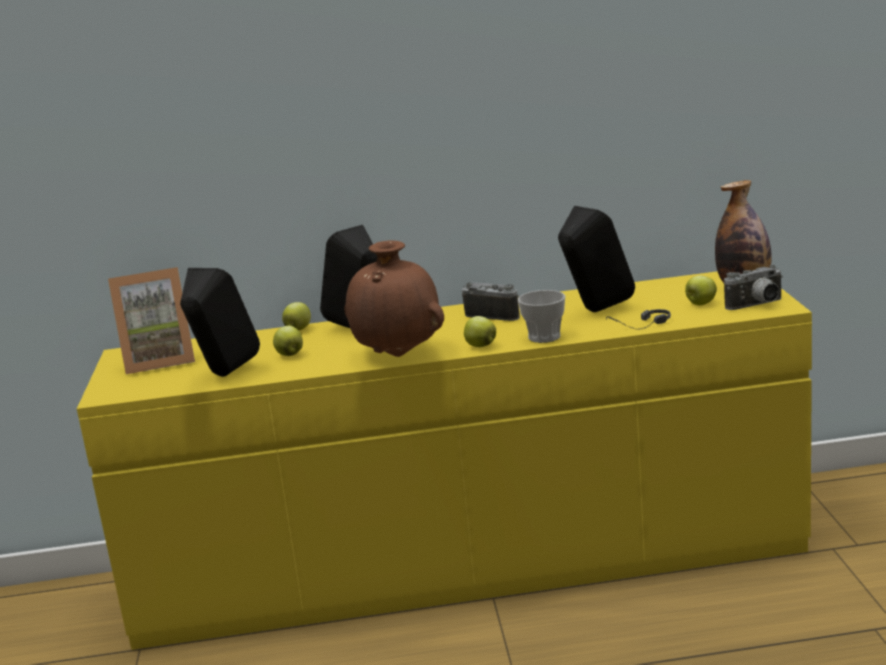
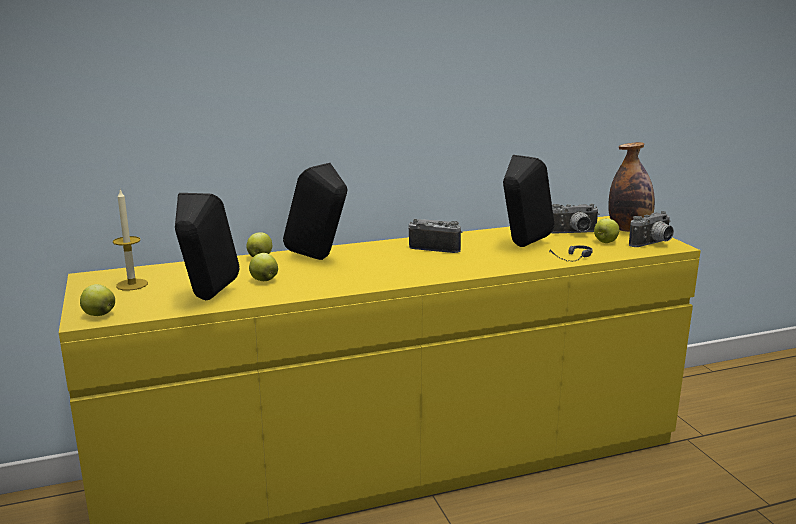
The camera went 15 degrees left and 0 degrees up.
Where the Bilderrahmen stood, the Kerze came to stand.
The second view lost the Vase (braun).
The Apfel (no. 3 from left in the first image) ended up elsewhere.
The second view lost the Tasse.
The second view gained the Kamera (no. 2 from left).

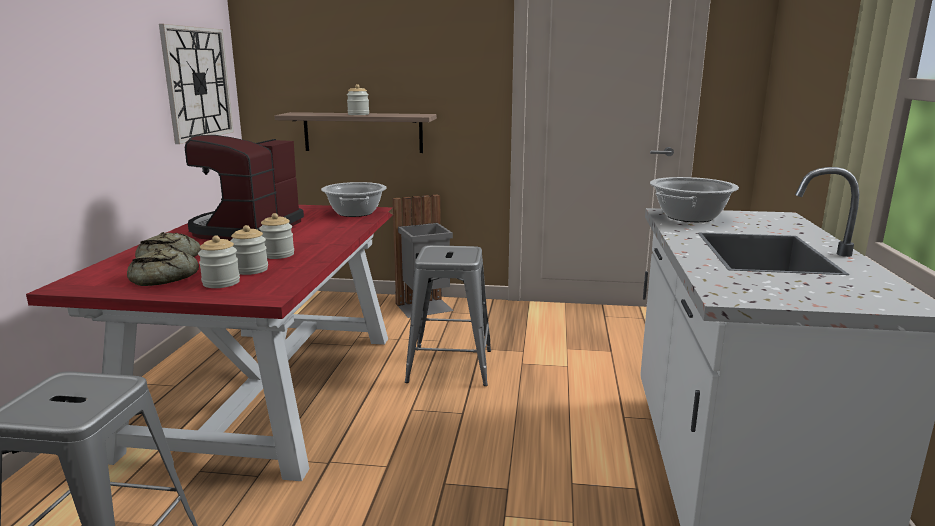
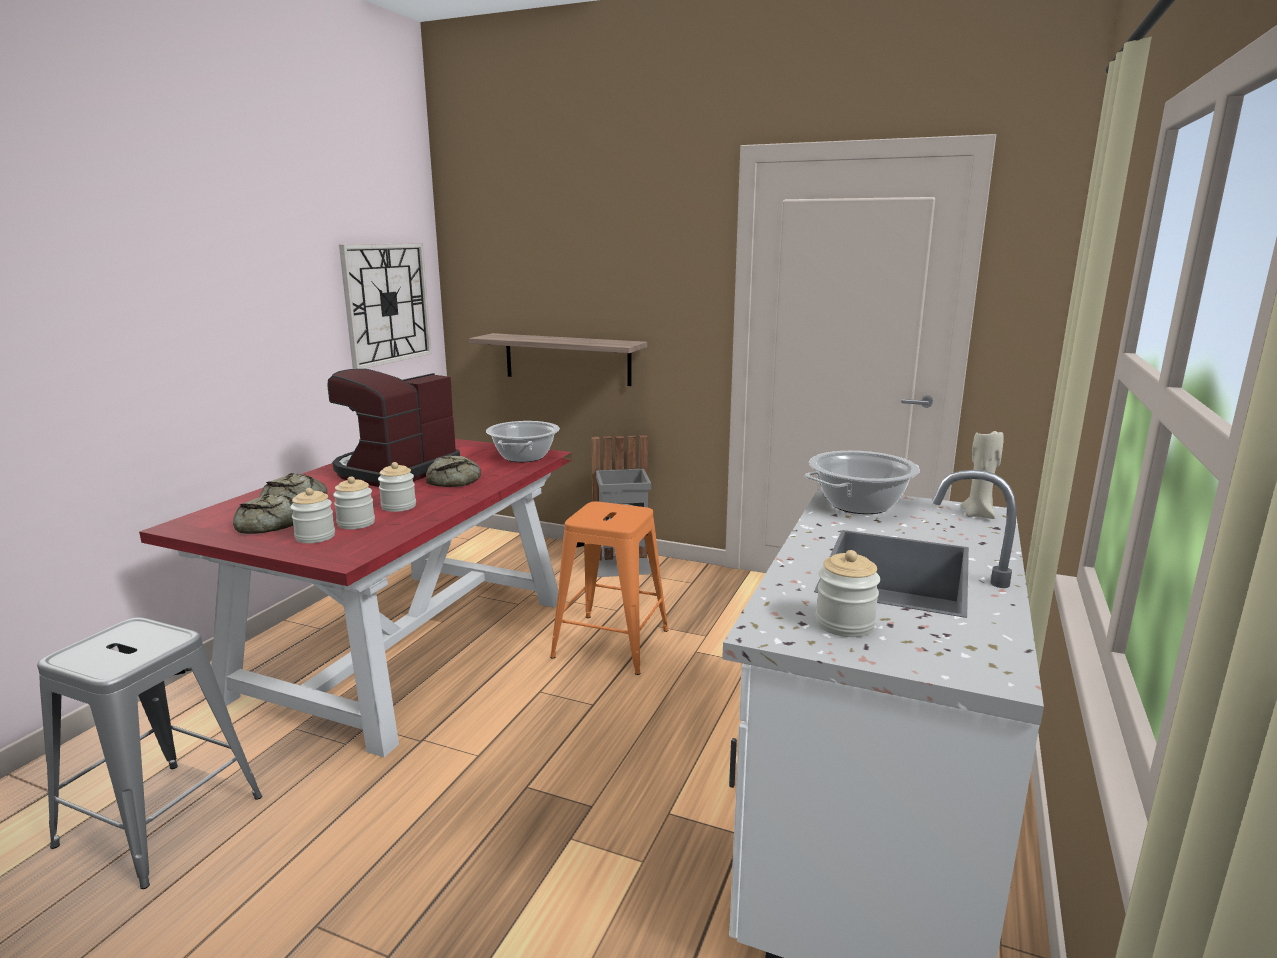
The camera went 15 degrees right and 0 degrees up.
The Vorratsglas (no. 4 from left) ended up elsewhere.
What was the Hocker (grau) (no. 2 from left) turned into the Hocker (orange).
The second view gained the Brot (no. 3 from left).
The second view gained the Kerze (beige).

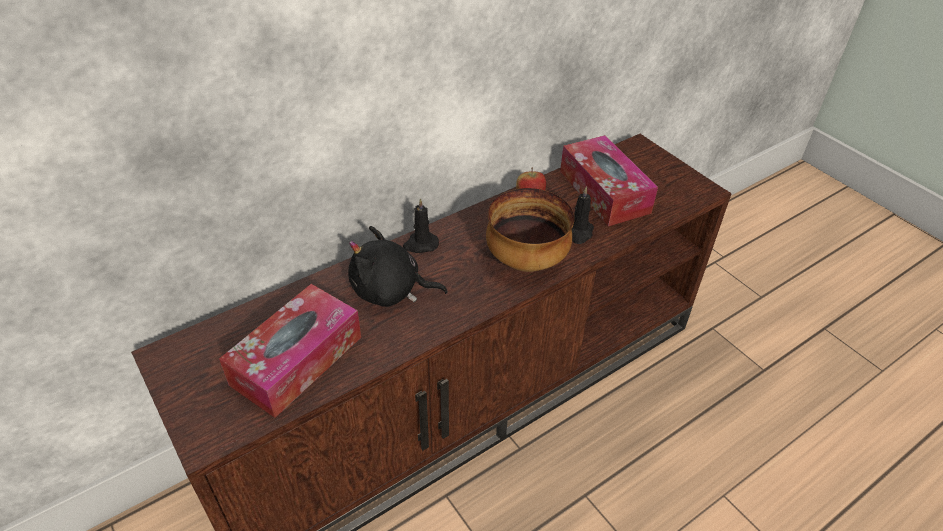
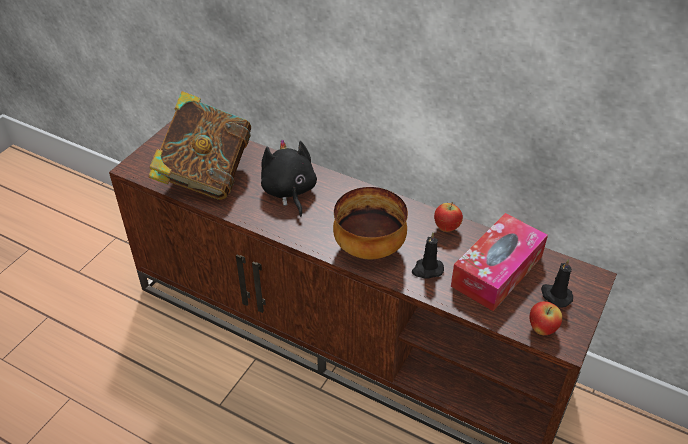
The camera went 65 degrees right and 0 degrees up.
Where the Taschentuchbox (no. 1 from left) stood, the Buch came to stand.
The Kerze (schwarz) (no. 1 from left in the first image) ended up elsewhere.
The second view gained the Apfel (no. 2 from left).

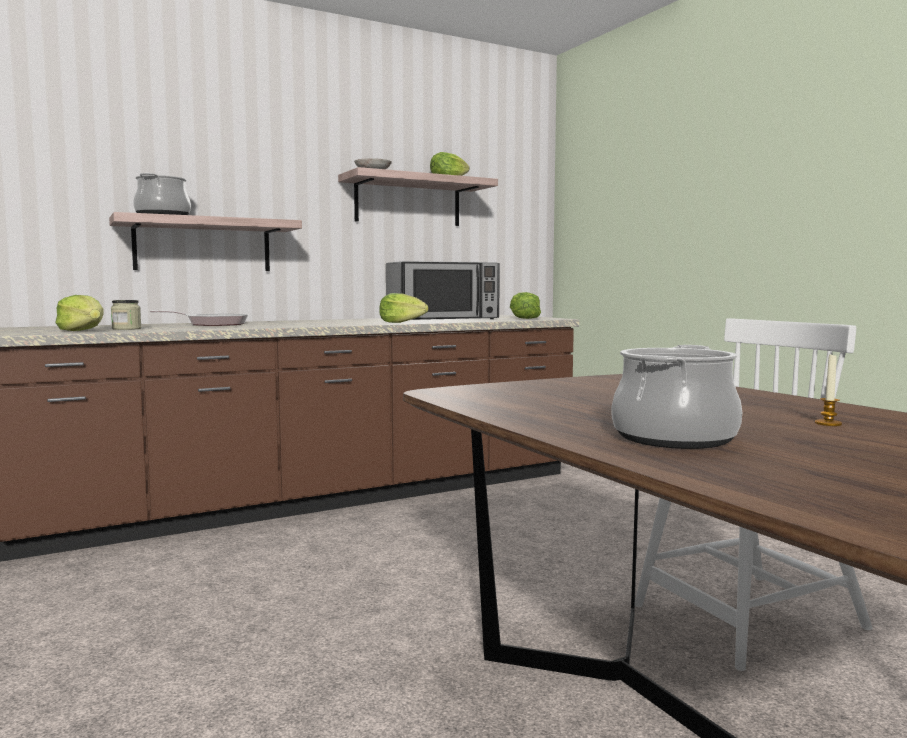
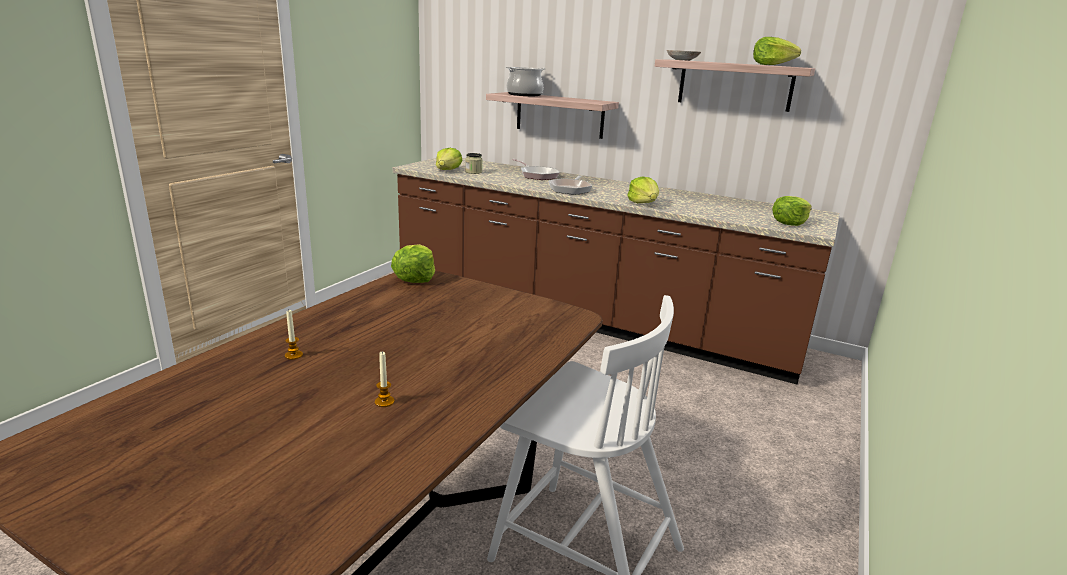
The camera went 55 degrees right and 15 degrees up.
The second view lost the Mikrowelle.
Where the Kochtopf (no. 2 from left) stood, the Kerze (no. 1 from left) came to stand.
The second view gained the Salatkopf (no. 1 from left).
The second view gained the Pfanne (no. 2 from left).

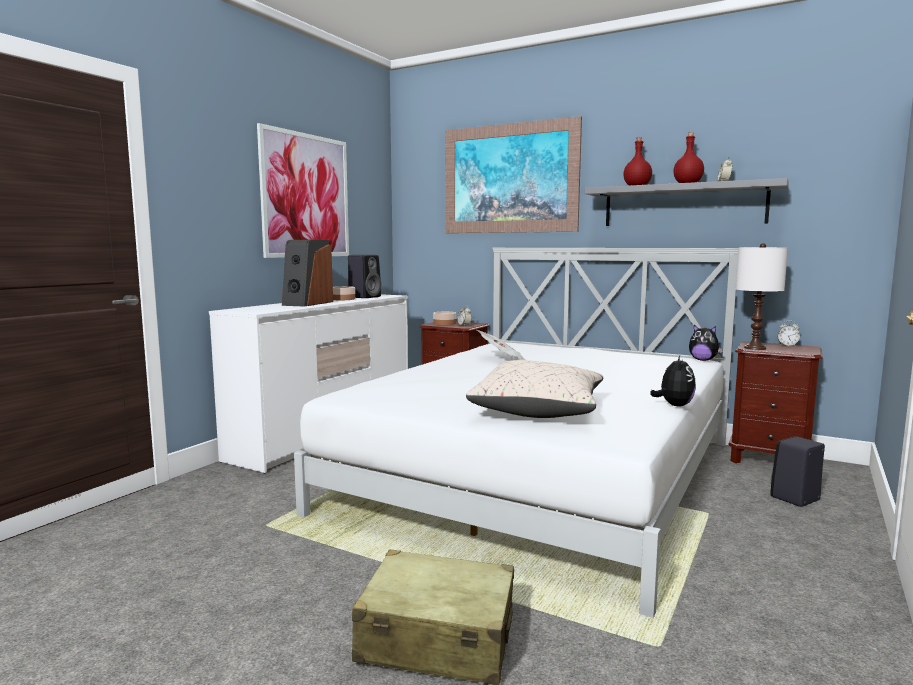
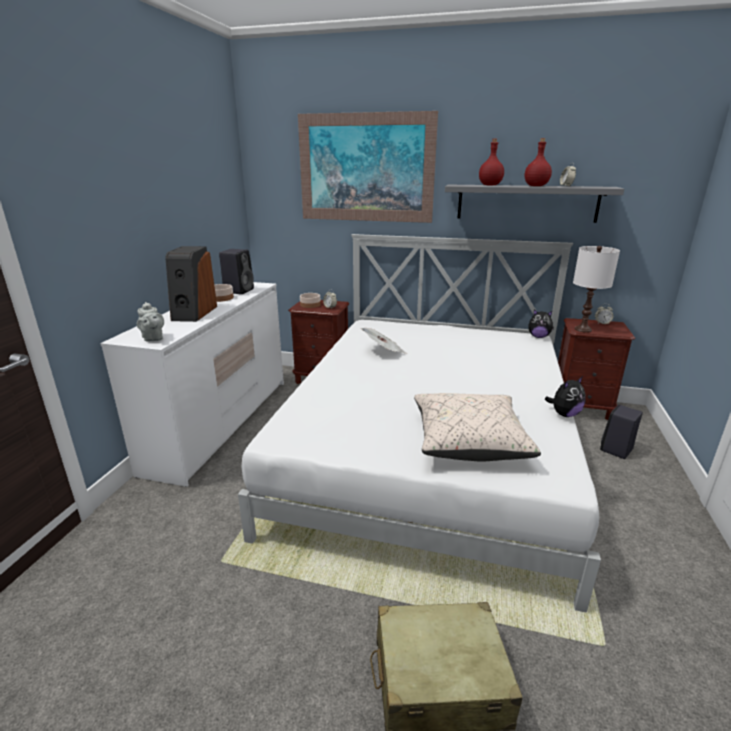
The camera went 15 degrees left and 15 degrees up.
The second view lost the Bild (no. 1 from left).
The Plüschtier (no. 1 from left in the first image) ended up facing another way, 60 degrees clockwise from before.
The second view gained the Teekanne (grau).

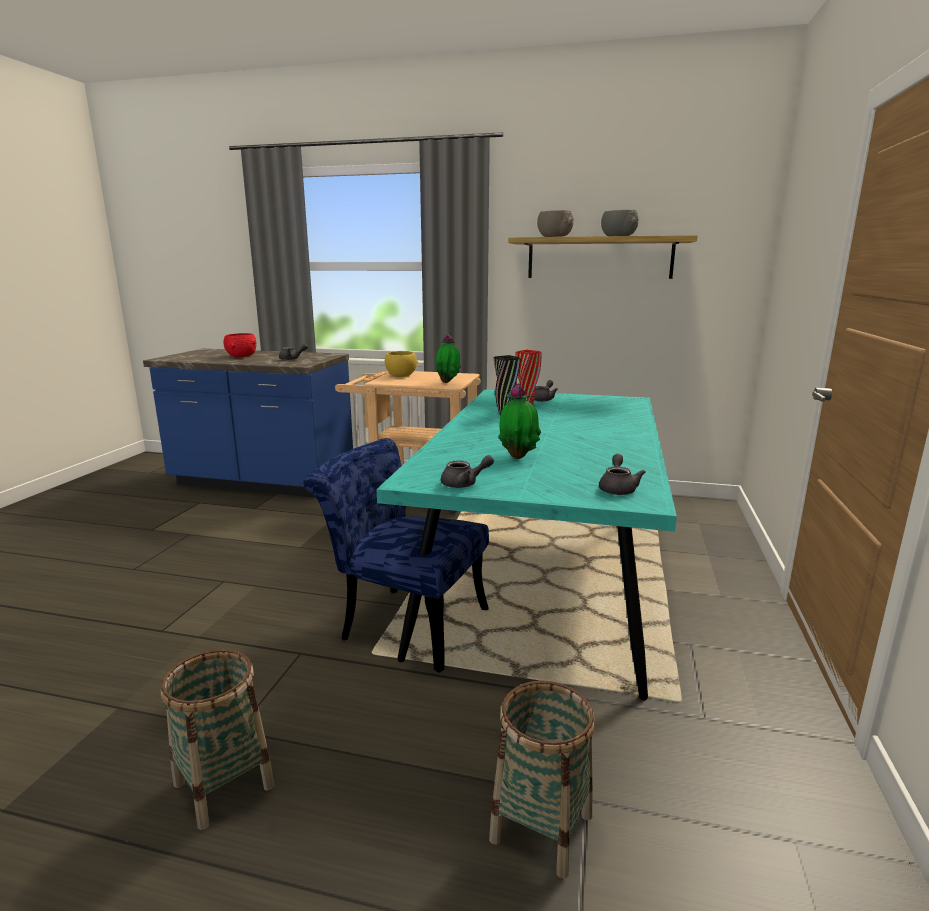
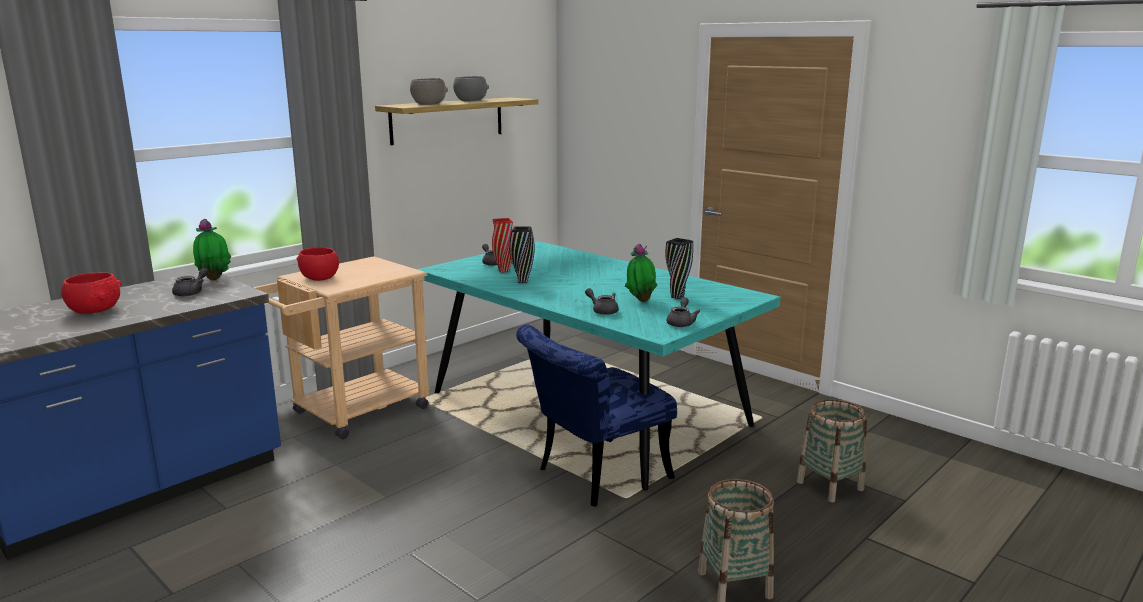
The camera went 60 degrees left and 0 degrees up.
What was the Schüssel (gelb) turned into the Schüssel (rot) (no. 2 from left).
The Topfpflanze (no. 1 from left) ended up elsewhere.
The Teekanne (grau) (no. 4 from left in the first image) ended up elsewhere.
The second view gained the Vase (schwarz) (no. 2 from left).

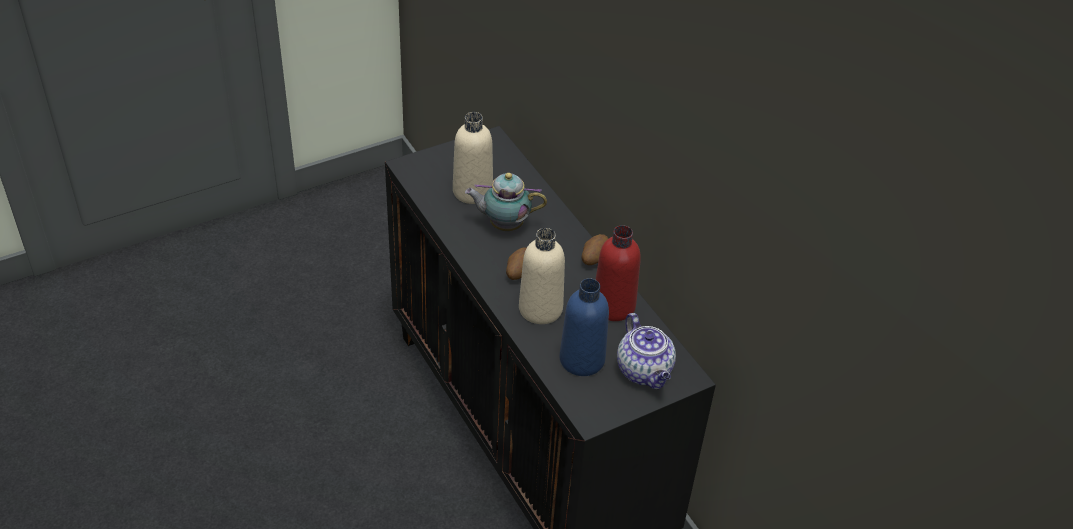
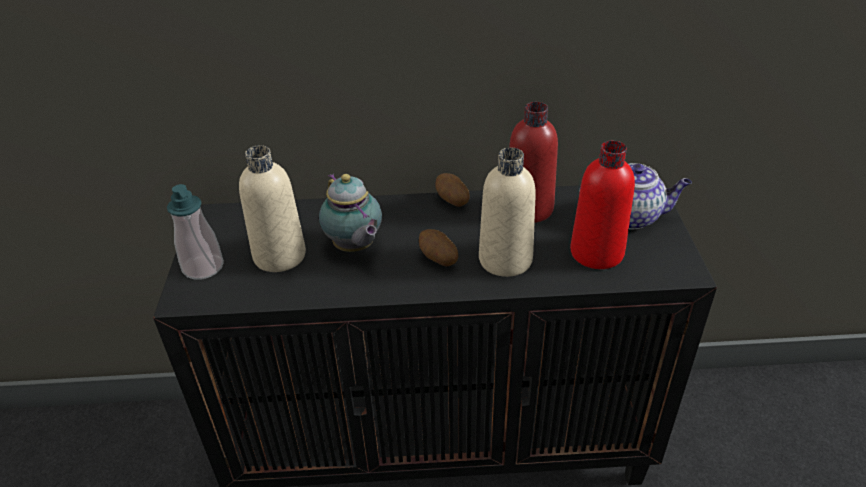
The camera went 60 degrees left and 5 degrees down.
The Teekanne (no. 1 from left) ended up facing another way, 60 degrees counterclockwise from before.
What was the Flasche (blau) turned into the Flasche (rot) (no. 2 from left).
The second view gained the Seifenspender.

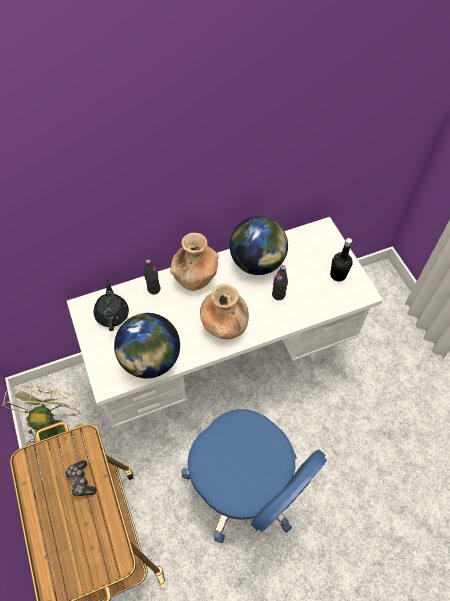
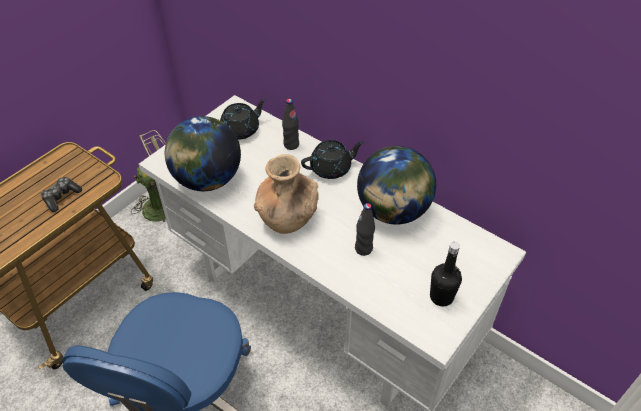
The camera went 60 degrees right and 10 degrees down.
Where the Vase (braun) (no. 1 from left) stood, the Teekanne (schwarz) (no. 2 from left) came to stand.

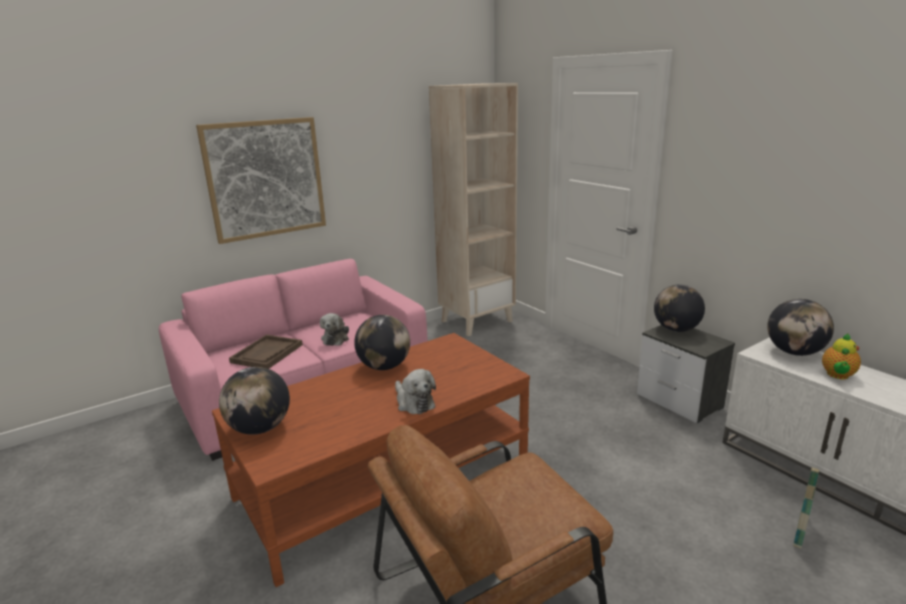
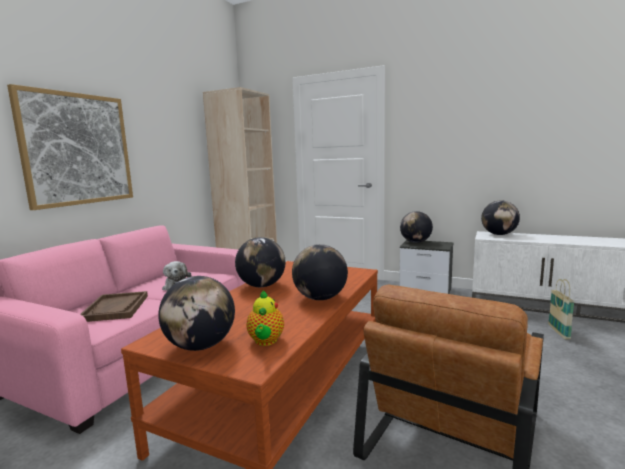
The camera went 30 degrees left and 10 degrees down.
Where the Plüschtier (no. 2 from left) stood, the Globus (no. 3 from left) came to stand.
The Teekanne ended up elsewhere.

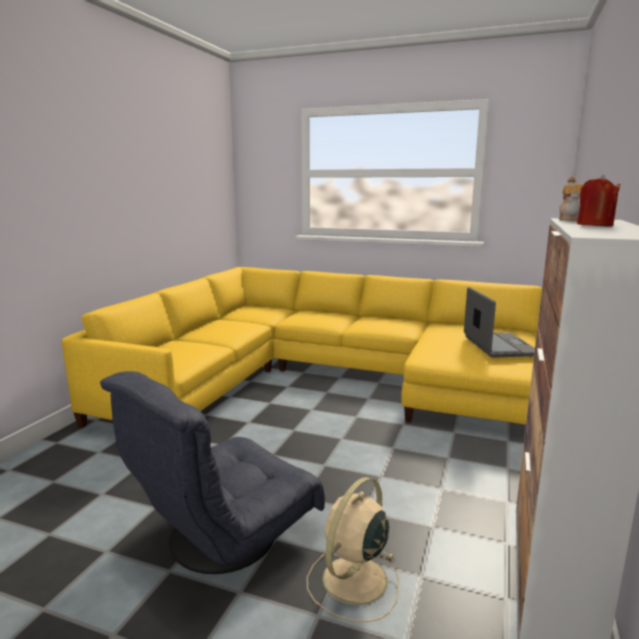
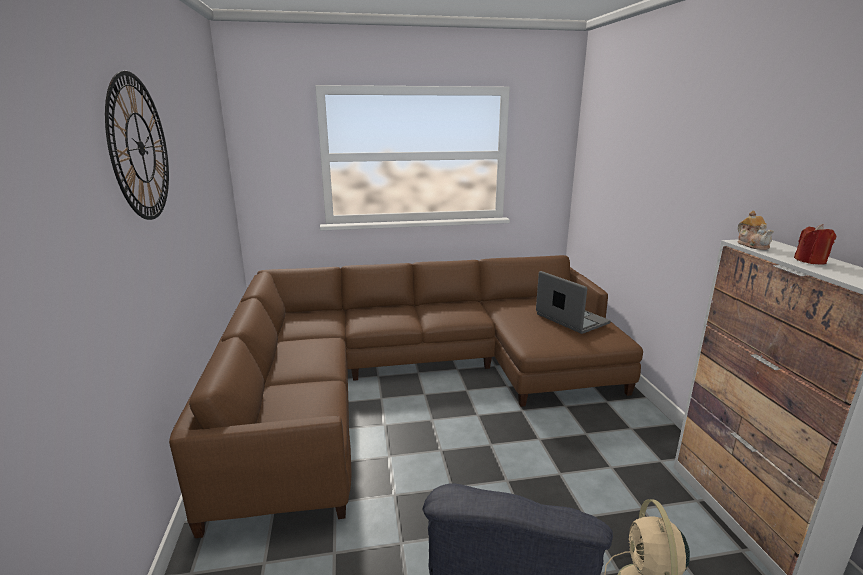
The camera went 30 degrees left and 5 degrees up.
What was the Sofa (gelb) turned into the Sofa (braun).
The second view gained the Wanduhr.

